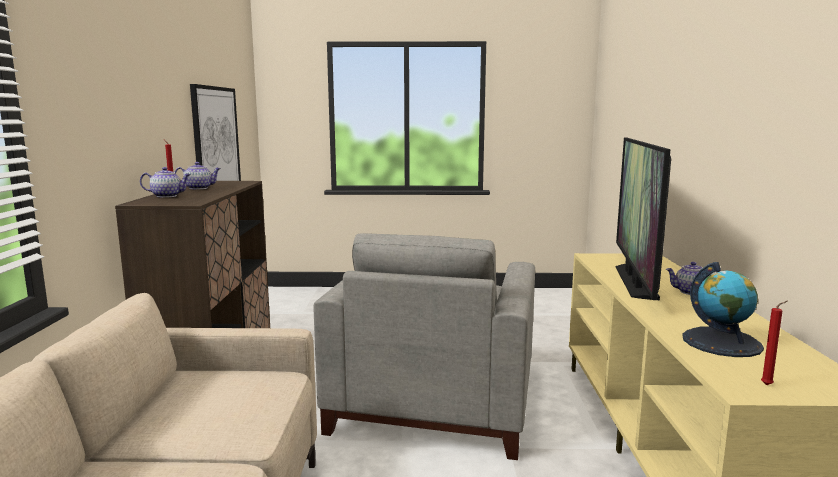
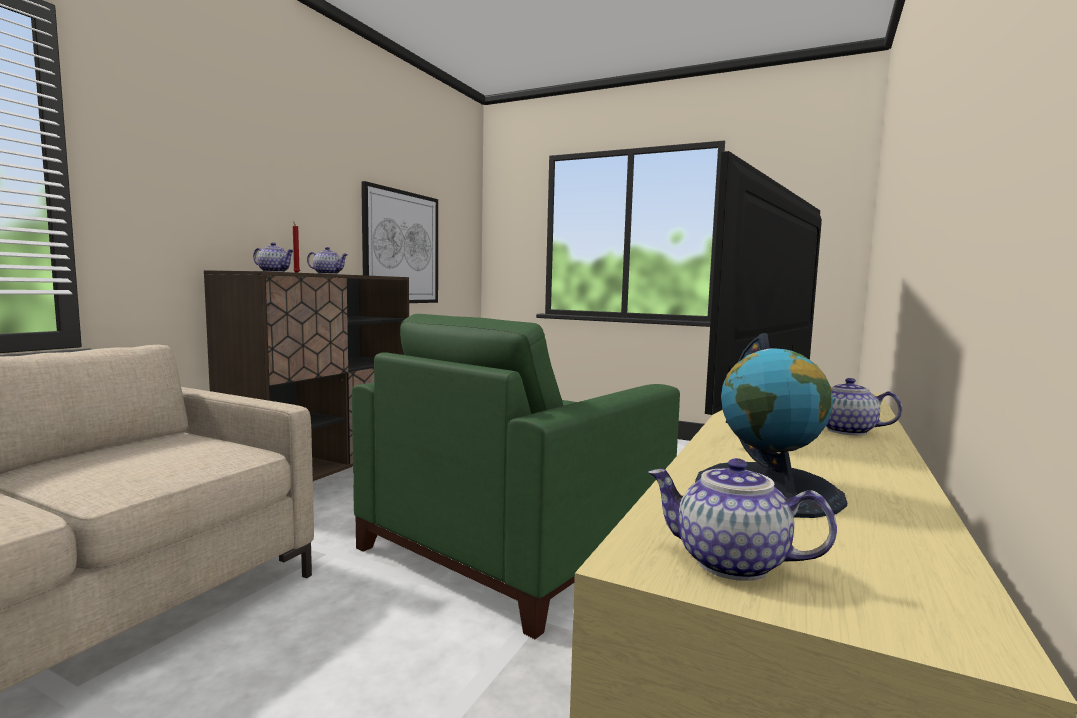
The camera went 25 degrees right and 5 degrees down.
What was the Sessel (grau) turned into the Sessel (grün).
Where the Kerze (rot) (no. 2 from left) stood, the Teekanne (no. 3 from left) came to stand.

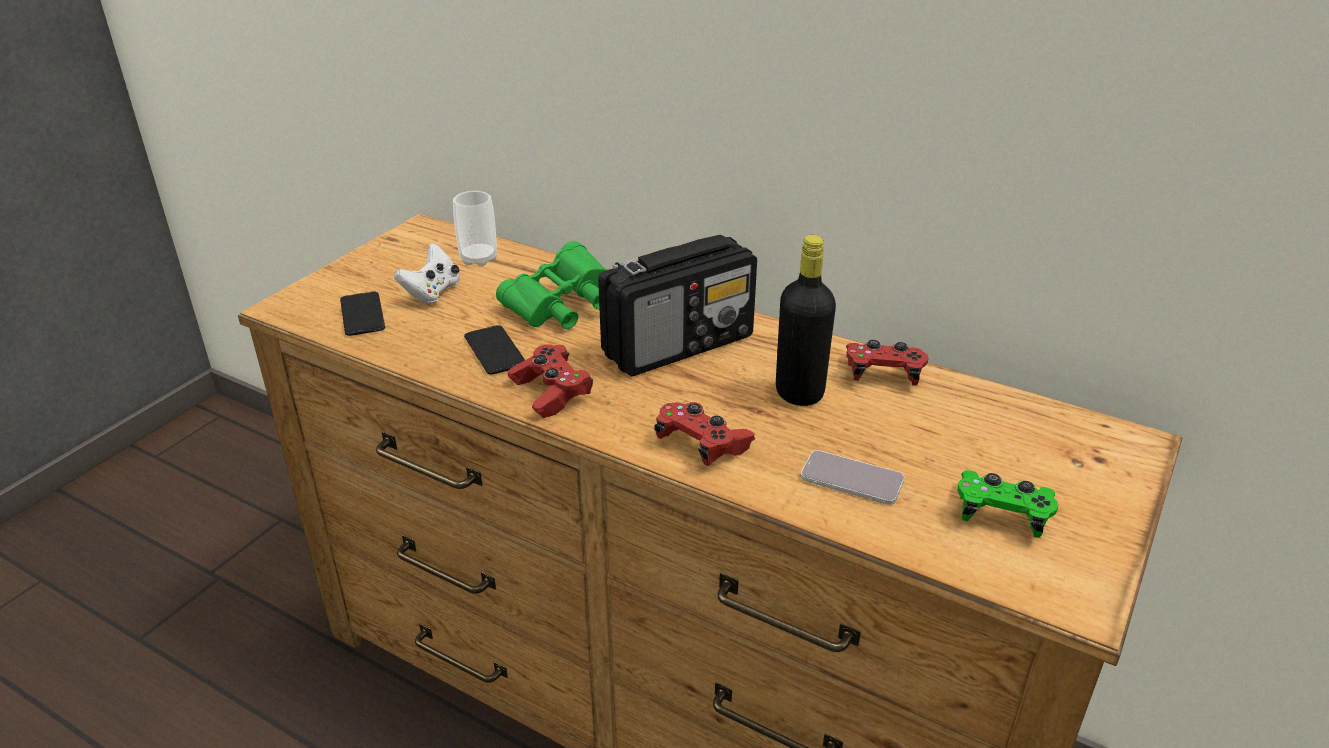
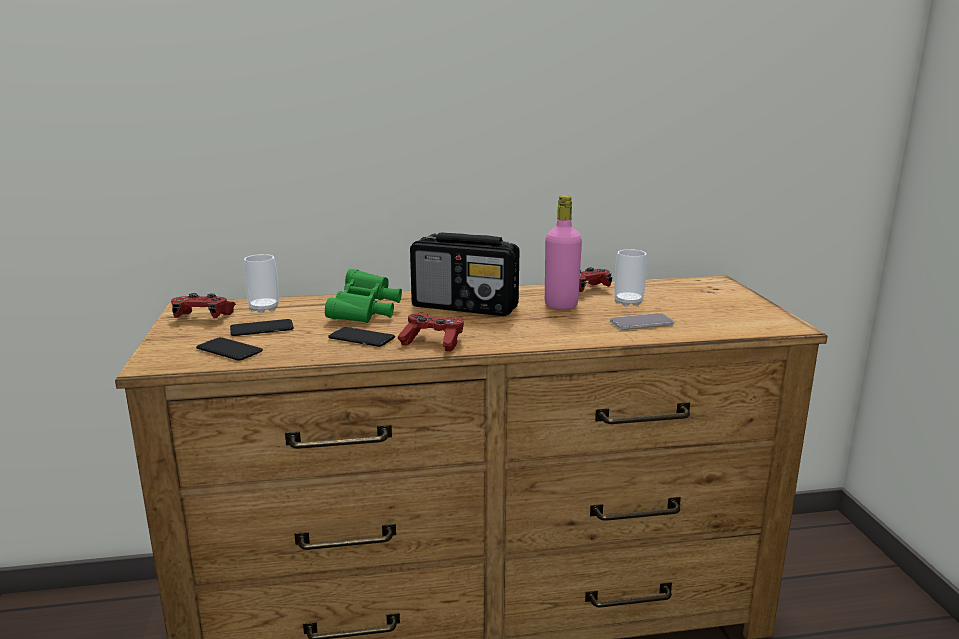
The camera went 40 degrees left and 15 degrees down.
Where the Gamepad (weiß) stood, the Handy (no. 2 from left) came to stand.
The Radio ended up facing another way, 90 degrees clockwise from before.
The Gamepad (rot) (no. 2 from left in the first image) ended up elsewhere.
What was the Flasche (schwarz) turned into the Flasche (rosa).
The second view lost the Gamepad (grün).
The second view gained the Tasse (no. 2 from left).

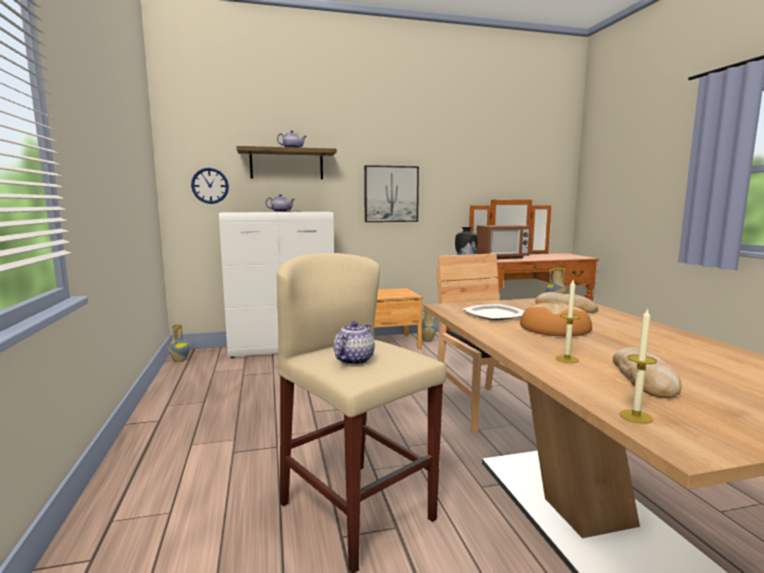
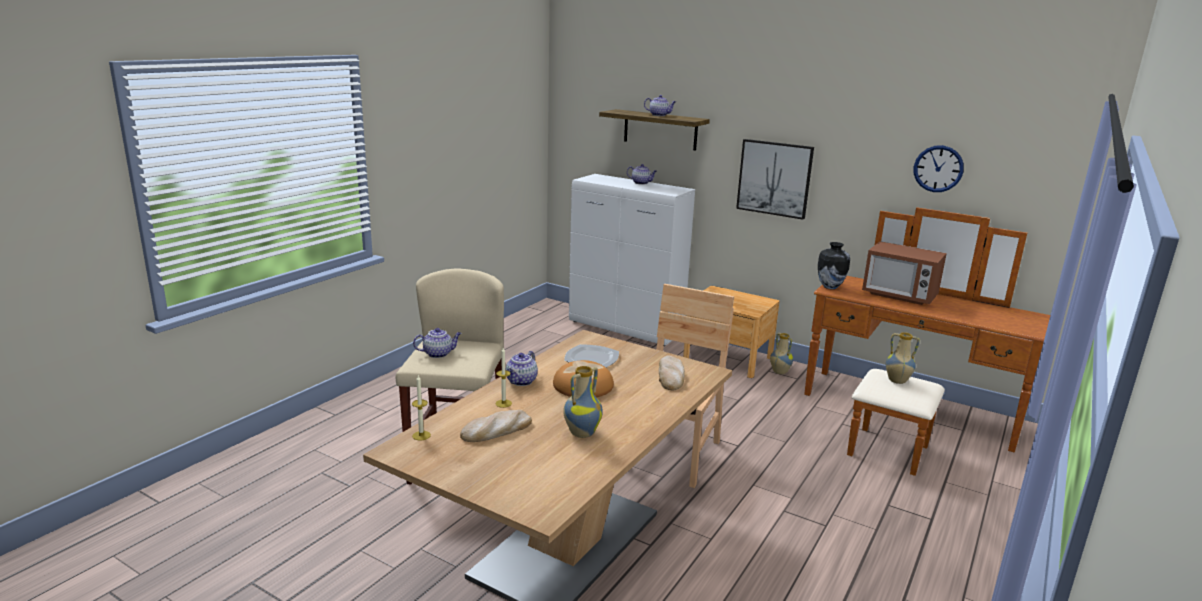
The camera went 45 degrees right and 10 degrees up.
The Vase (no. 1 from left) ended up elsewhere.
The Wanduhr ended up elsewhere.
The second view gained the Teekanne (no. 2 from left).

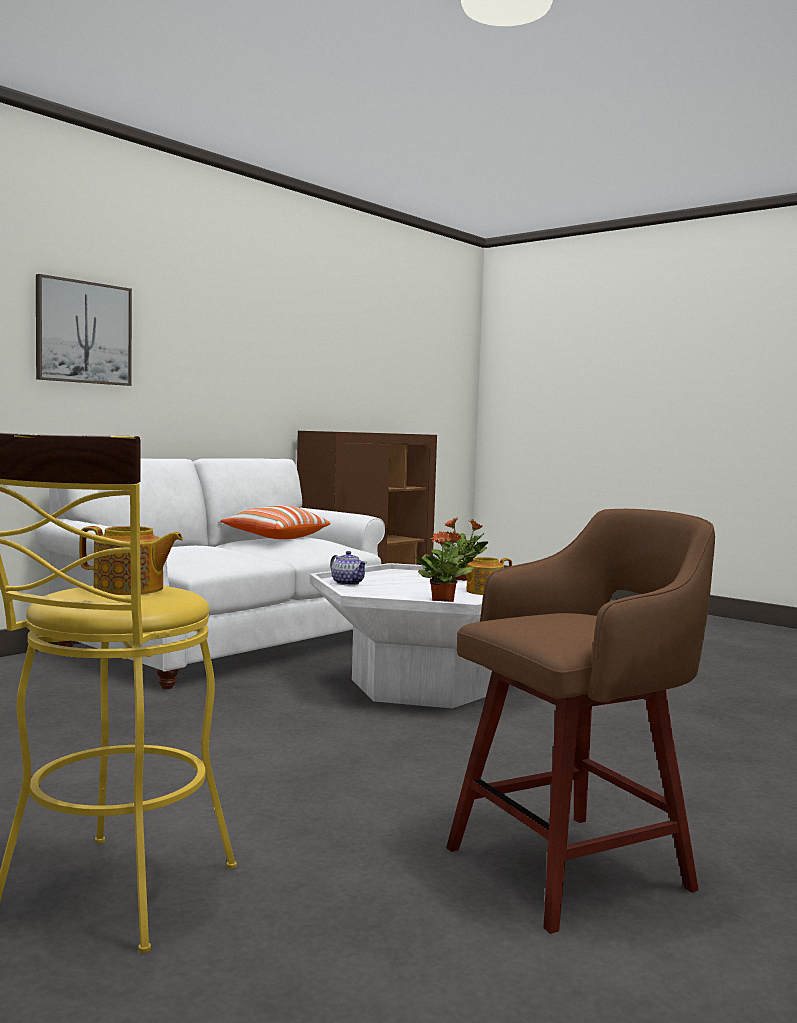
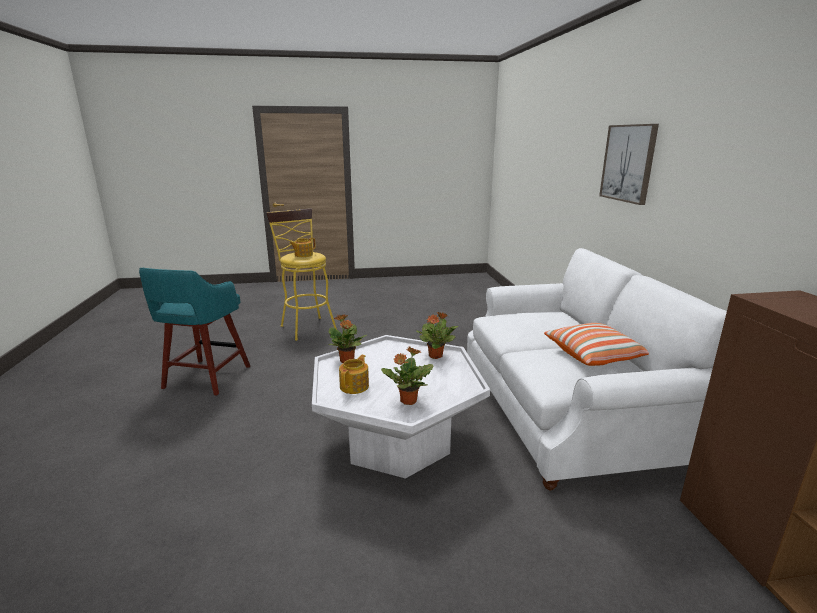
The camera went 130 degrees right and 15 degrees up.
Where the Teekanne (no. 2 from left) stood, the Topfpflanze (no. 3 from left) came to stand.
What was the Hocker (braun) turned into the Hocker (türkis).

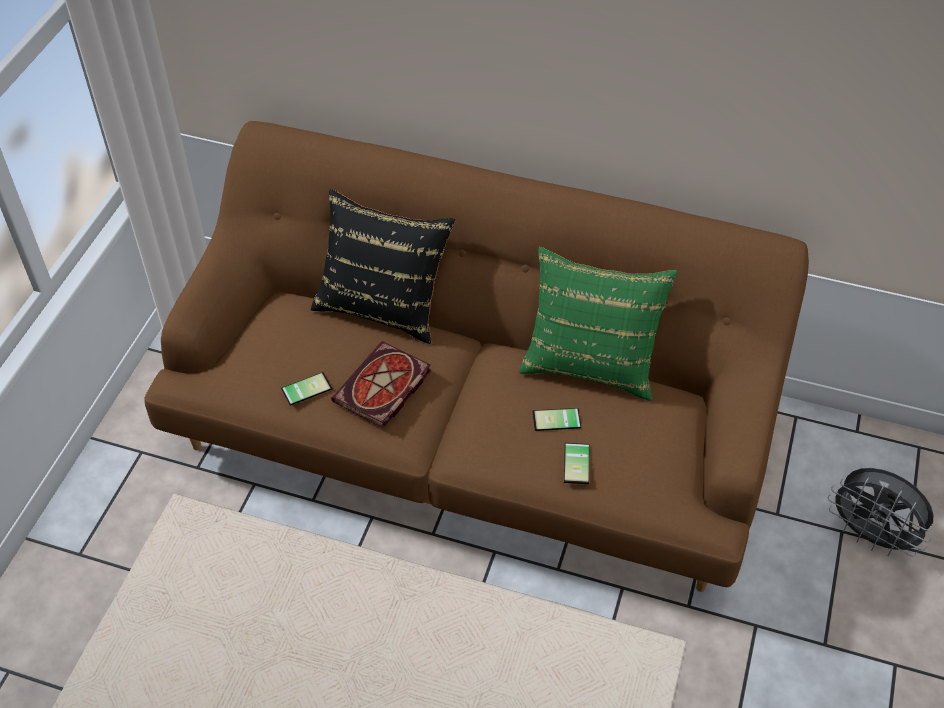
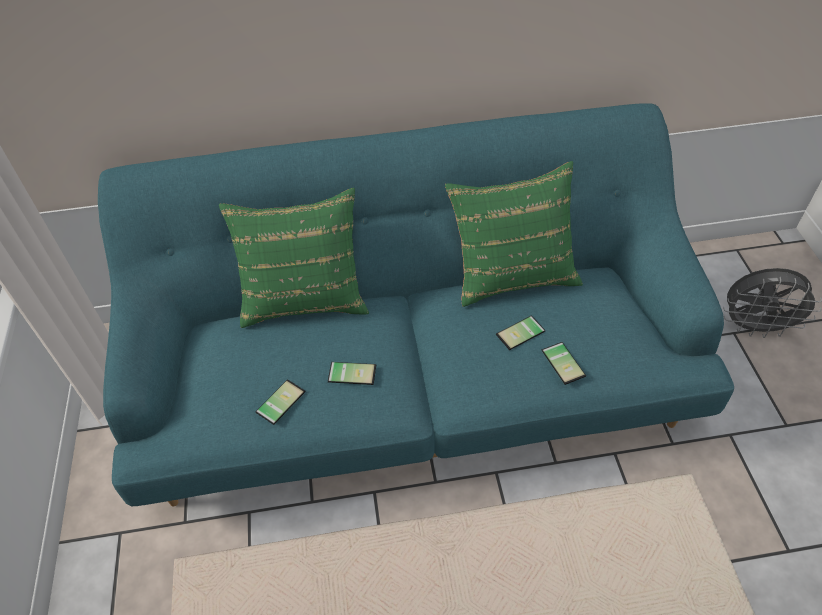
The camera went 25 degrees left and 0 degrees up.
What was the Sofa (braun) turned into the Sofa (türkis).
What was the Kissen (schwarz) turned into the Kissen (grün) (no. 1 from left).
Where the Buch stood, the Handy (no. 2 from left) came to stand.

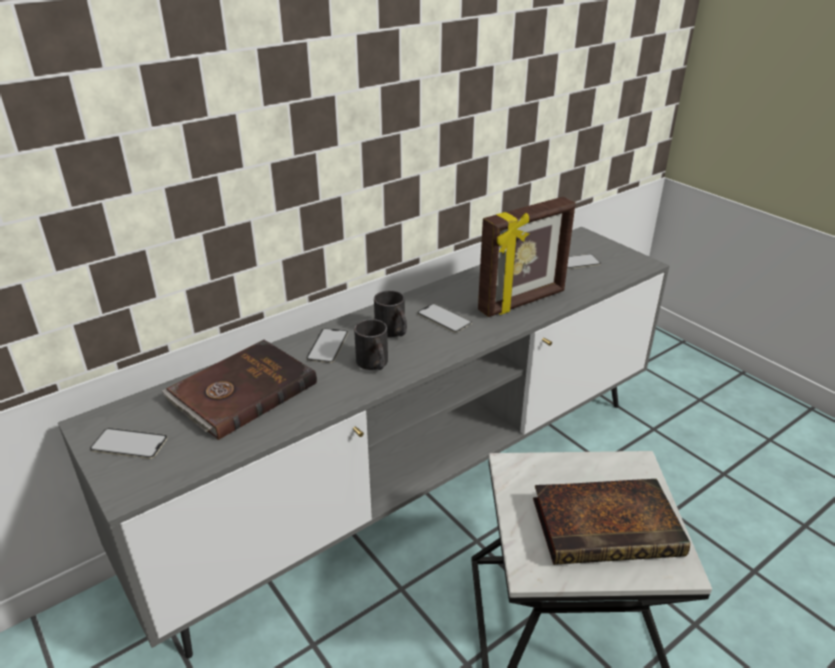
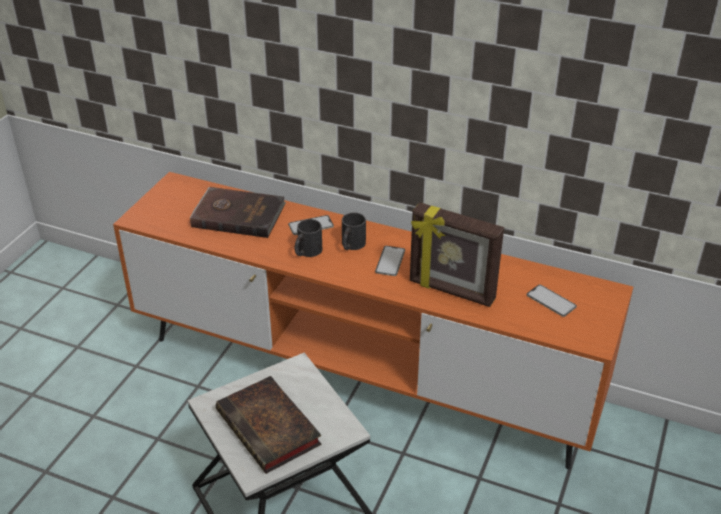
The camera went 60 degrees right and 5 degrees up.
What was the Fernsehschrank (grau) turned into the Fernsehschrank (orange).
The second view lost the Handy (no. 1 from left).

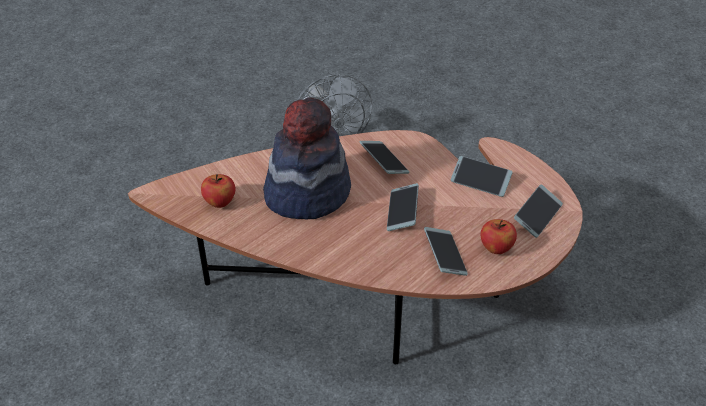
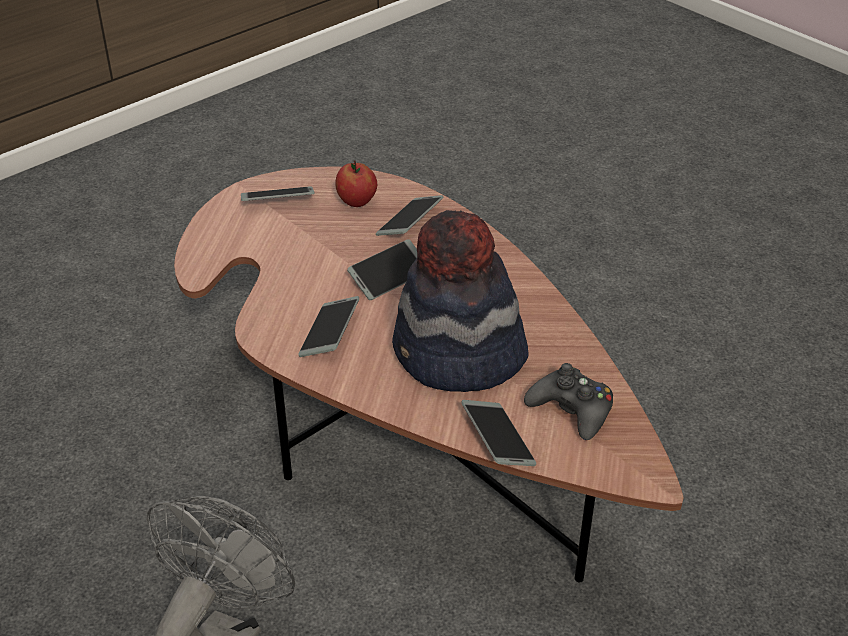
The camera went 135 degrees left and 5 degrees down.
Where the Apfel (no. 1 from left) stood, the Gamepad (schwarz) came to stand.
The Handy (no. 4 from left in the first image) ended up elsewhere.

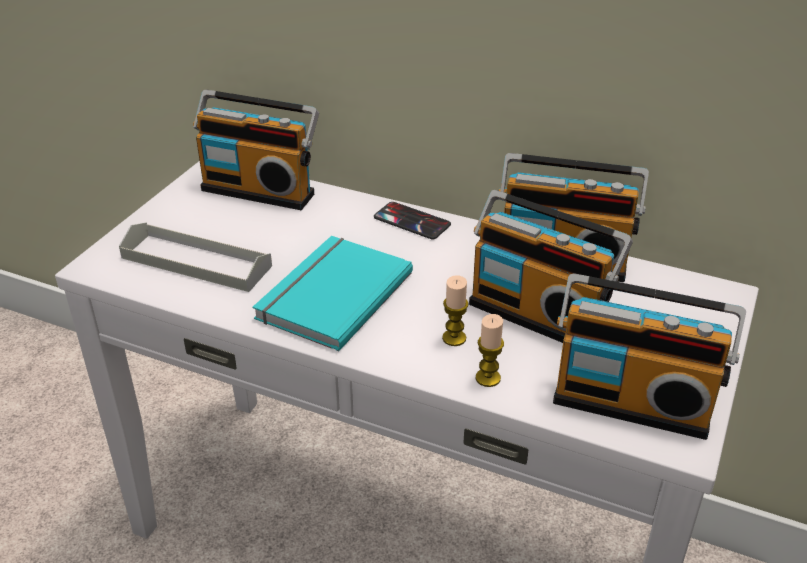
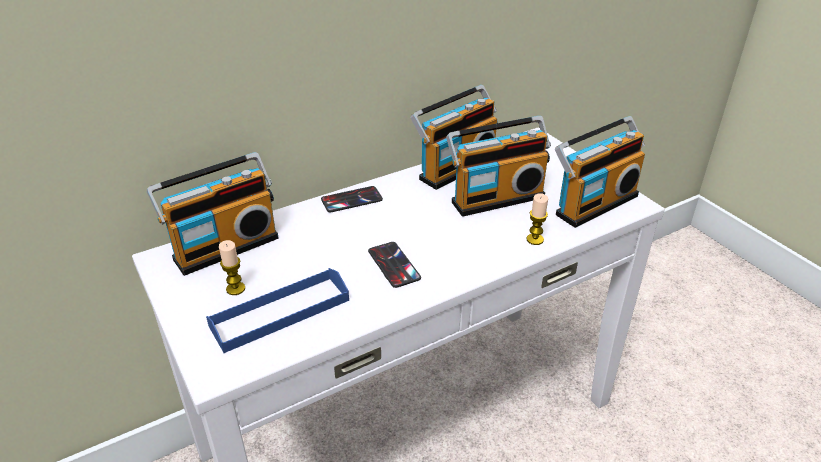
The camera went 55 degrees left and 0 degrees up.
What was the Tablett (grau) turned into the Tablett (blau).
Where the Buch (türkis) stood, the Handy (no. 2 from left) came to stand.
The Kerze (no. 1 from left) ended up elsewhere.

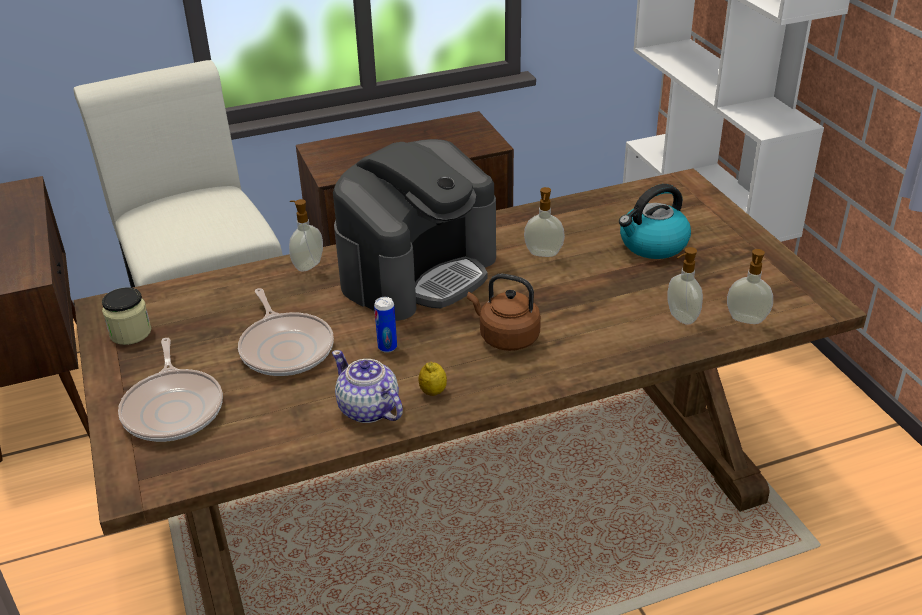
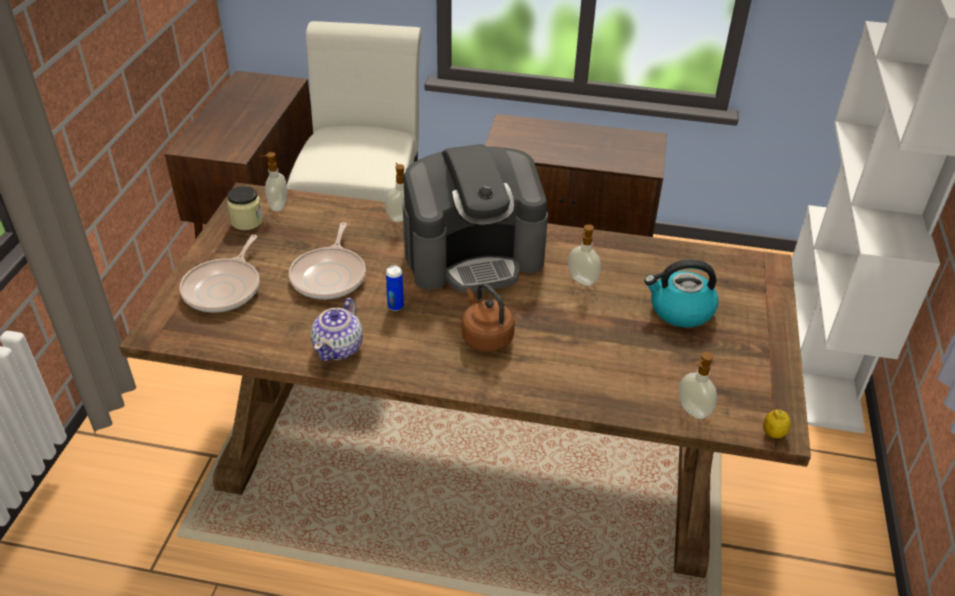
The camera went 30 degrees right and 5 degrees up.
The Teekanne ended up facing another way, 150 degrees counterclockwise from before.
The Zitrone ended up elsewhere.
The Seifenspender (no. 3 from left in the first image) ended up elsewhere.

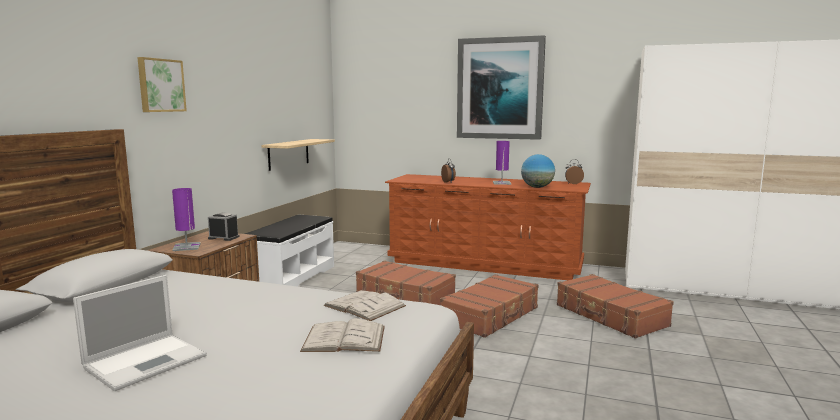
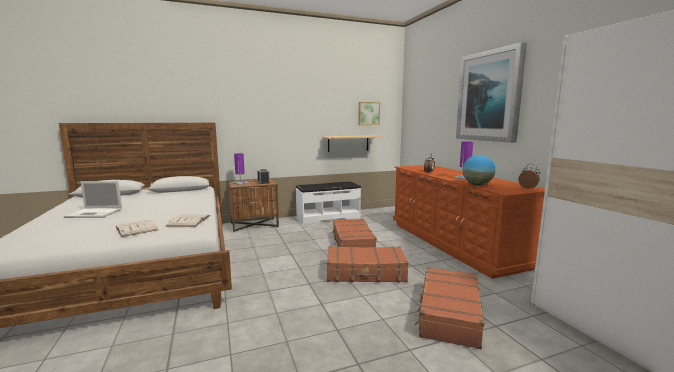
The camera went 50 degrees right and 0 degrees up.
The Bild (no. 1 from left) ended up elsewhere.

